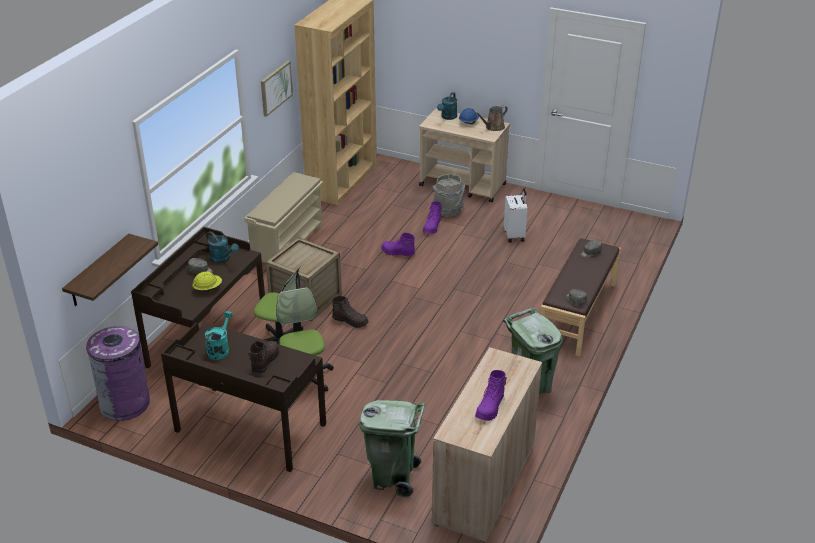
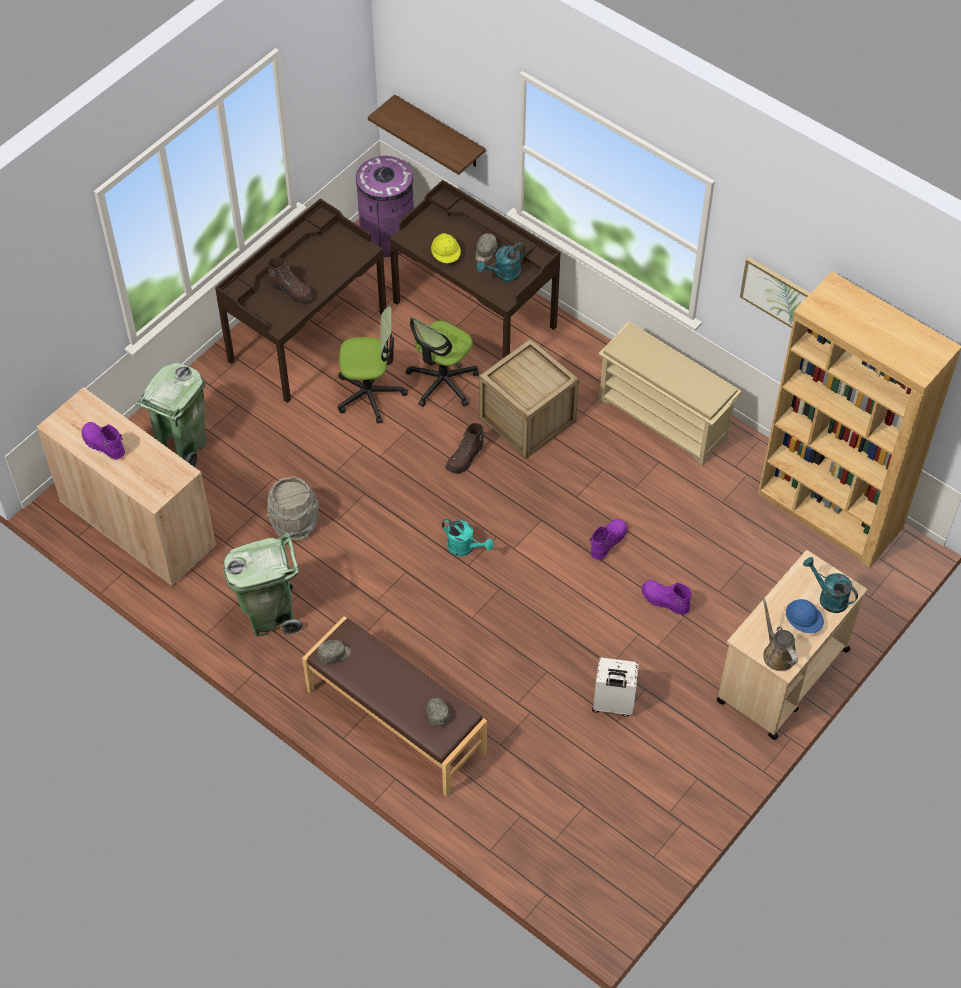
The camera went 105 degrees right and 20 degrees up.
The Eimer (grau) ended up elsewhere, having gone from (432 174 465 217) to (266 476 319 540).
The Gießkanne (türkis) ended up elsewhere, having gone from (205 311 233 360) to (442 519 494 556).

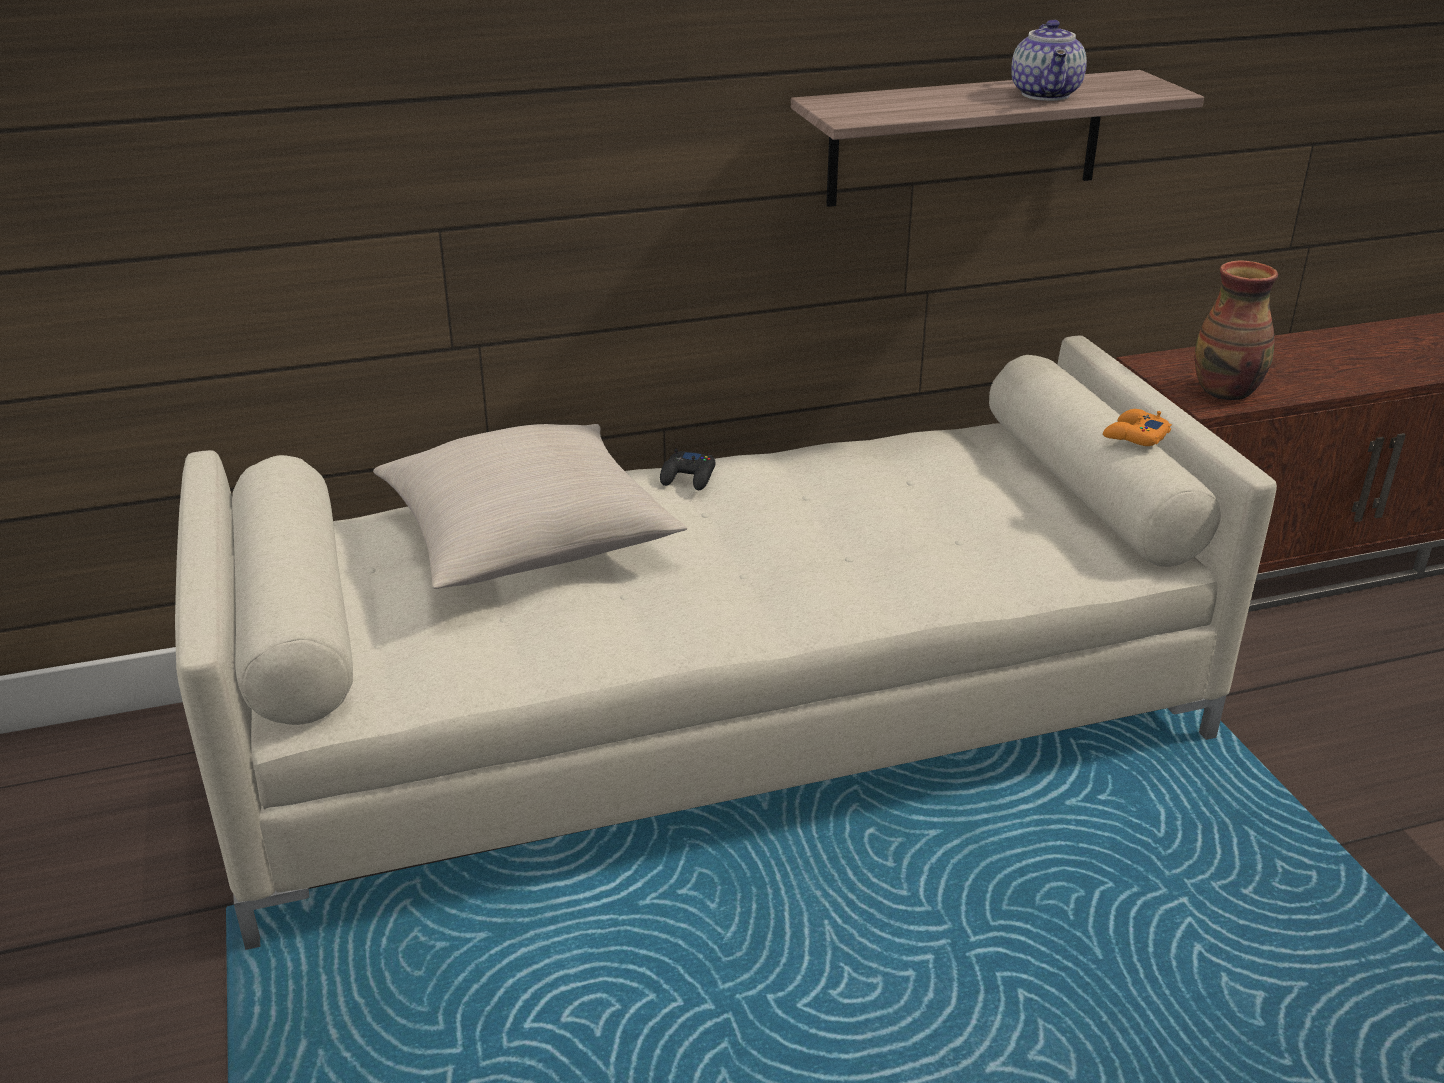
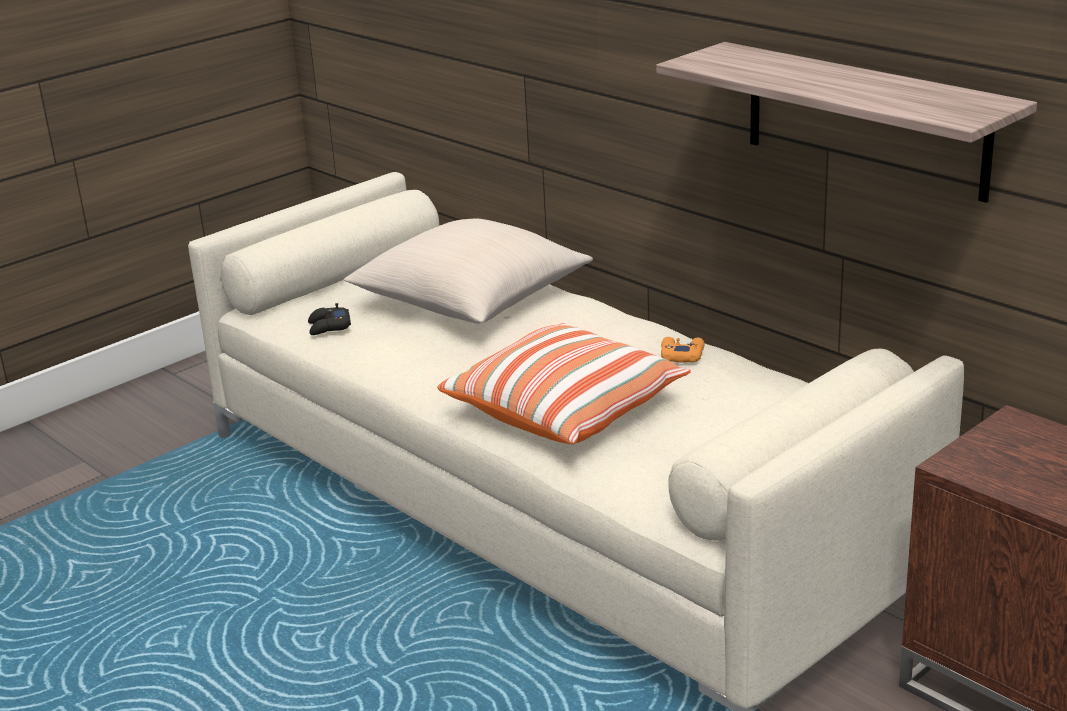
The camera went 65 degrees right and 5 degrees down.
The Gamepad (schwarz) ended up elsewhere, having gone from (660 448 715 490) to (308 303 351 335).
The second view gained the Kissen at (437 323 691 444).
The Gamepad (orange) ended up elsewhere, having gone from (1103 409 1172 446) to (661 337 705 363).
The second view lost the Teekanne at (1011 20 1087 101).
The second view lost the Vase at (1195 260 1278 400).

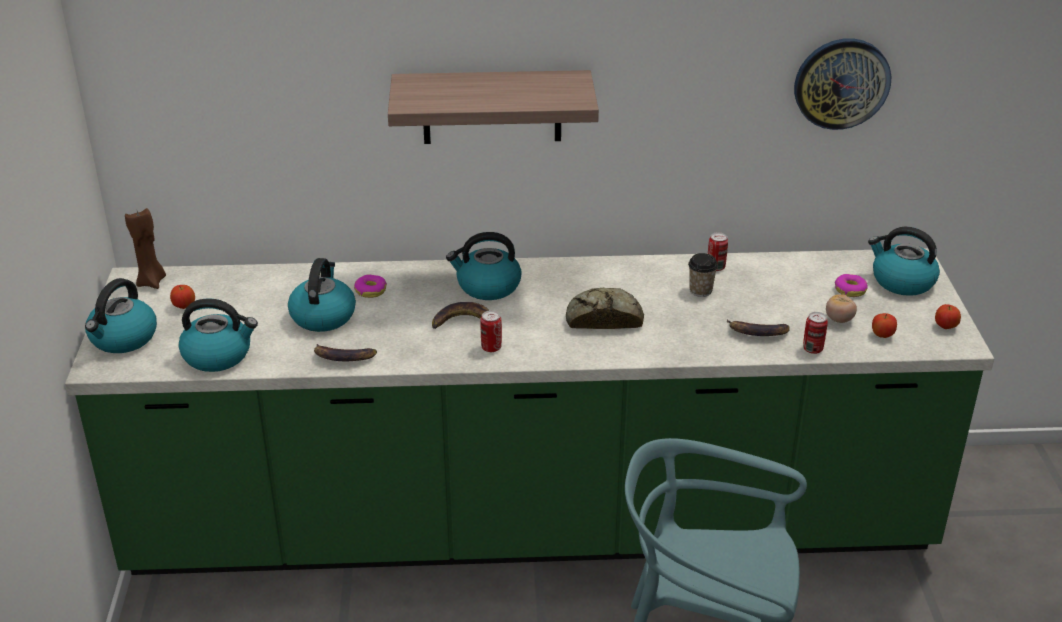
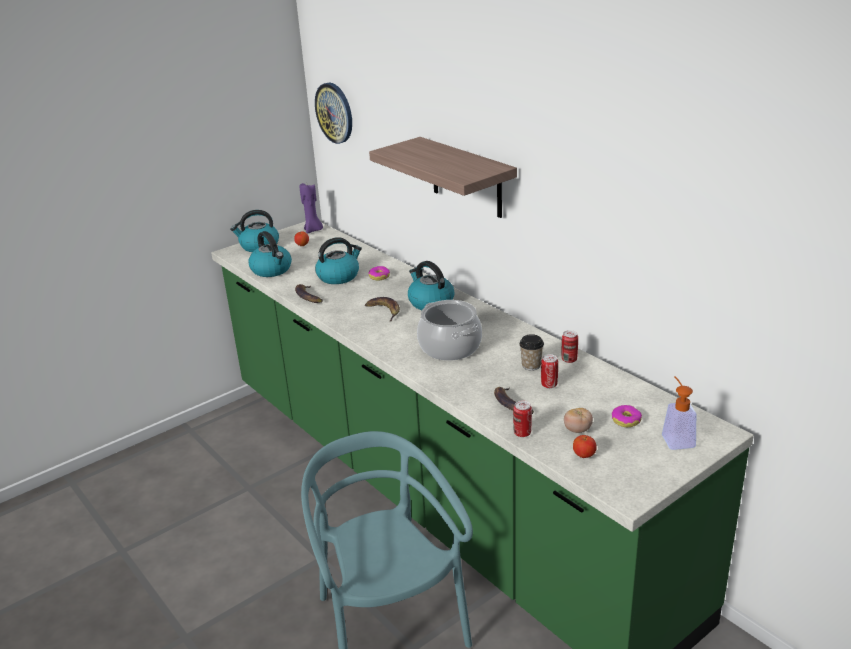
The camera went 55 degrees right and 5 degrees down.
What was the Kerze (braun) at (125 208 166 289) turned into the Kerze (lila) at (300 183 323 233).
The Wanduhr ended up elsewhere, having gone from (794 38 891 130) to (315 83 352 144).
Where the Brot stood at (566 288 644 329), the Kochtopf came to stand at (417 300 482 361).
The Dose ended up elsewhere, having gone from (480 310 502 352) to (541 354 558 388).
Where the Wasserkessel stood at (868 227 940 296), the Seifenspender came to stand at (662 376 696 450).
The second view lost the Apfel at (935 304 961 329).

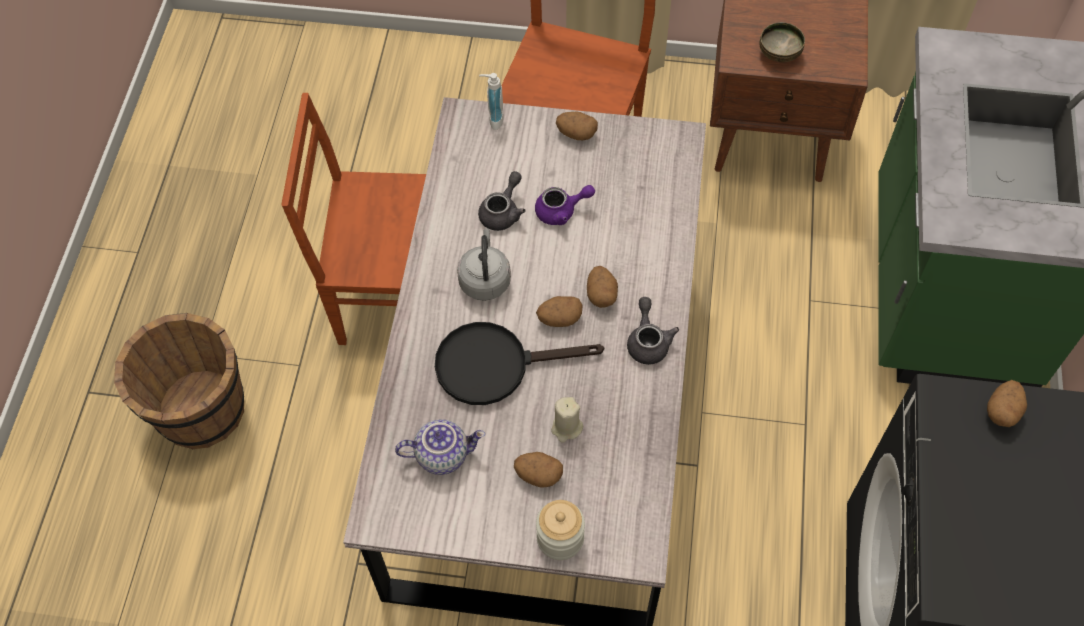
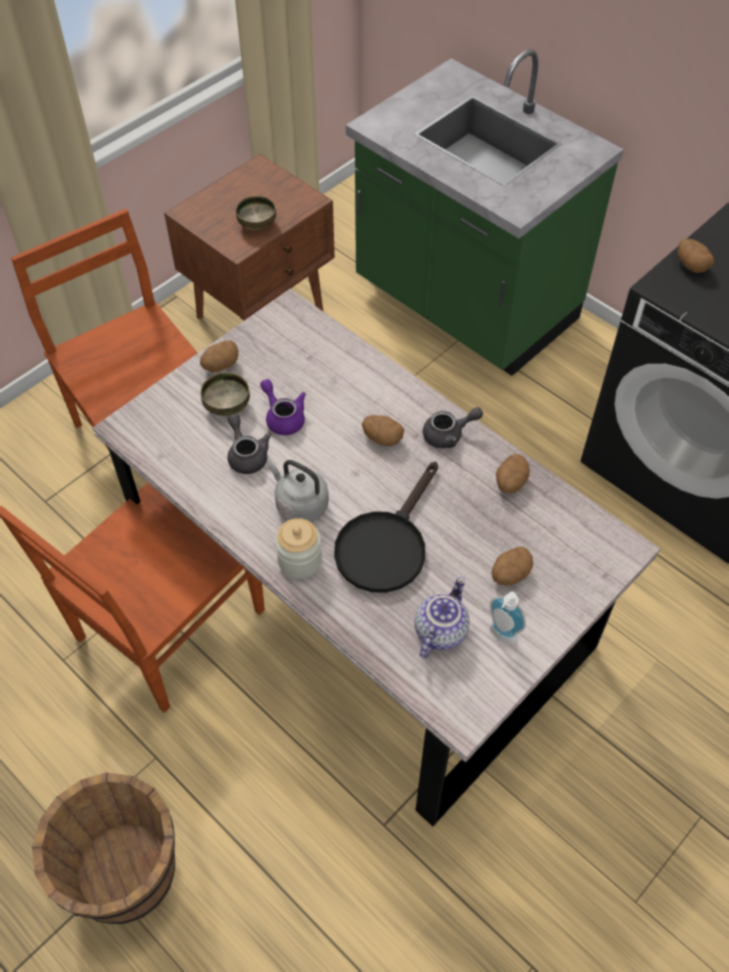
The camera went 55 degrees left and 5 degrees down.
The second view gained the Schüssel at (200 372 250 416).
The Teekanne (lila) at (535 185 595 225) ended up facing another way, 60 degrees counterclockwise from before.
The Vorratsglas ended up elsewhere, having gone from (536 500 585 560) to (275 518 322 579).
The Teekanne (grau) at (627 297 679 365) ended up facing another way, 135 degrees clockwise from before.
The Seifenspender ended up elsewhere, having gone from (479 73 504 130) to (489 591 526 644).
The Kartoffel ended up elsewhere, having gone from (536 296 583 327) to (496 454 530 494).
The second view lost the Kerze (beige) at (551 397 583 443).

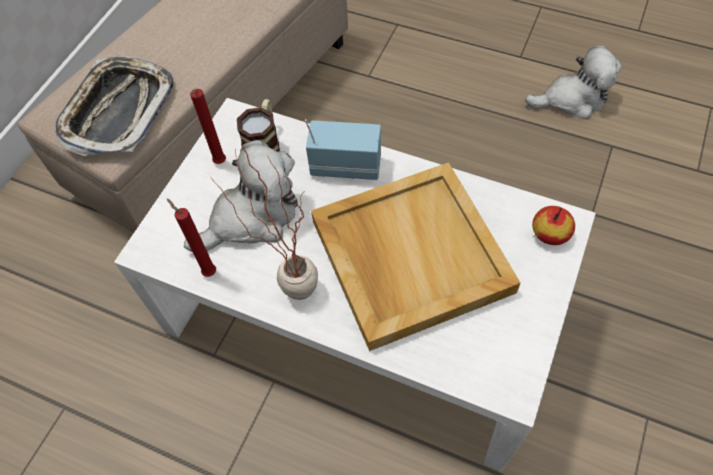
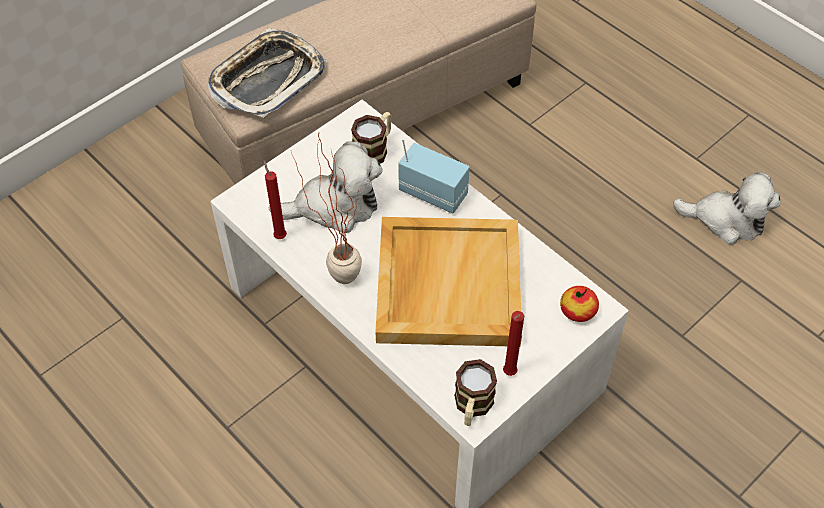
The camera went 20 degrees right and 5 degrees down.
The second view gained the Henkelbecher at (454 359 497 426).
The Kerze (rot) ended up elsewhere, having gone from (190 89 226 164) to (503 311 524 376).

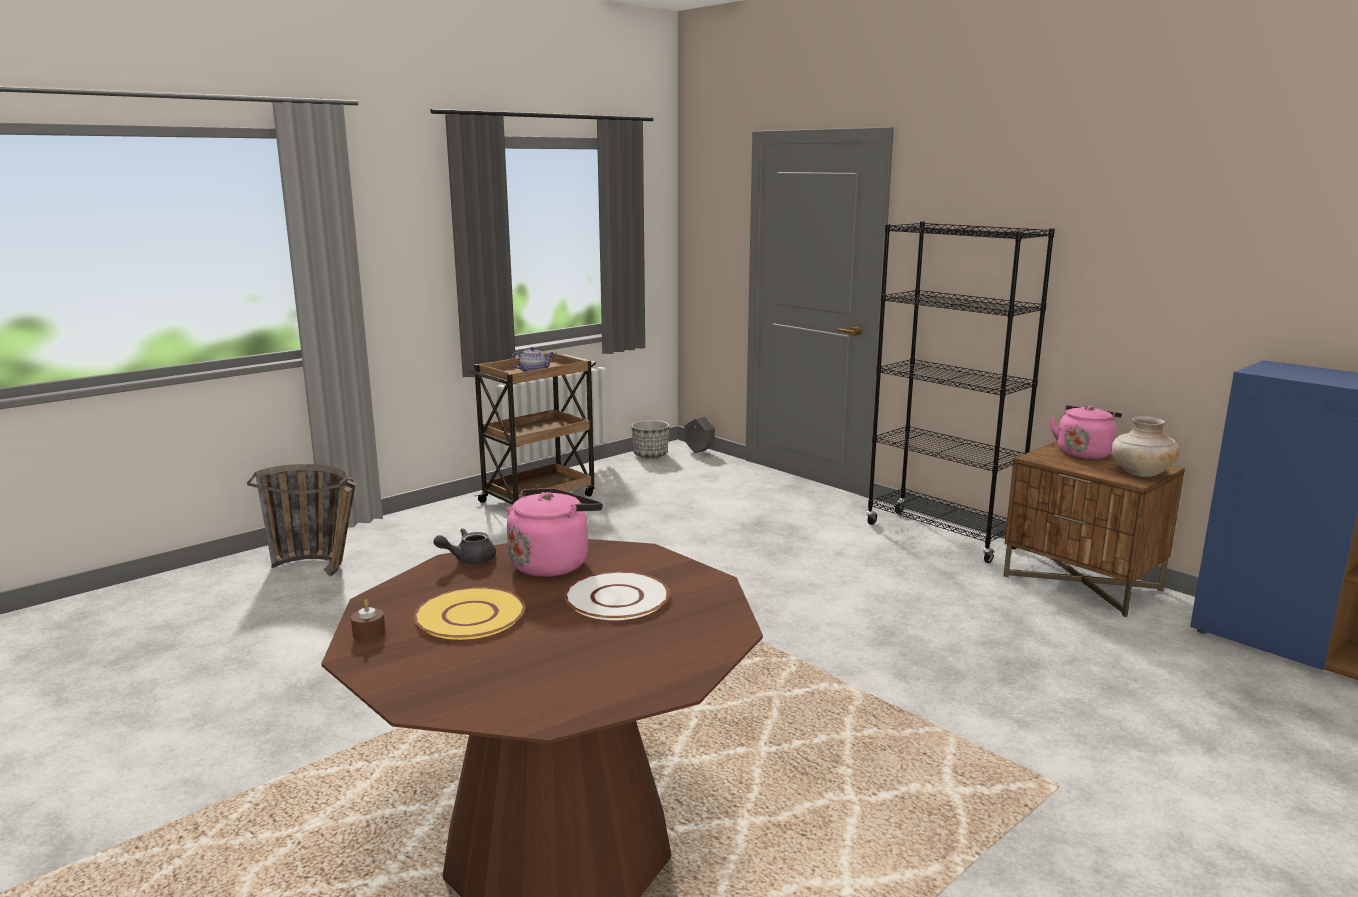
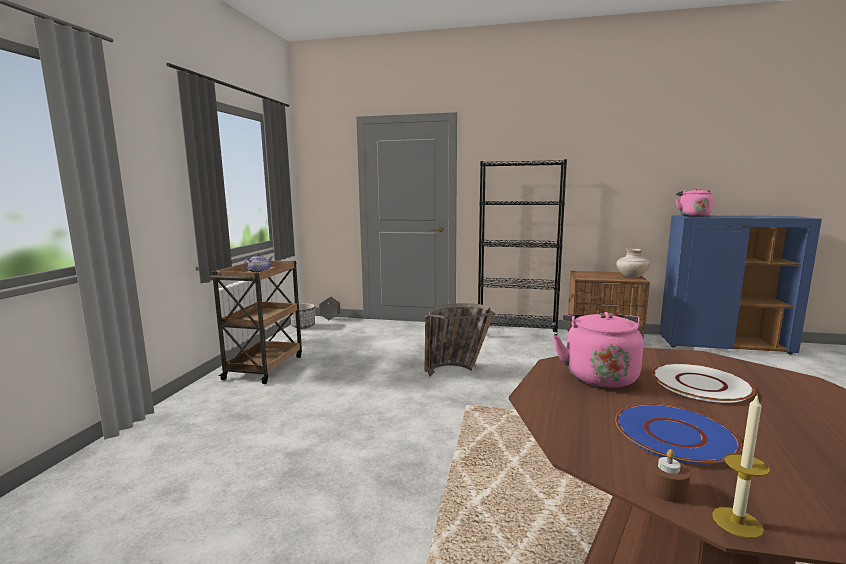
The camera went 35 degrees left and 5 degrees down.
The Korb ended up elsewhere, having gone from (247 464 356 577) to (425 303 495 377).
What was the Teller (gelb) at (414 587 525 640) turned into the Teller (blau) at (615 404 742 465).
The Wasserkessel (rosa) ended up elsewhere, having gone from (1049 405 1122 459) to (675 188 713 217).
The second view gained the Kerze at (712 394 770 539).
The second view lost the Teekanne (grau) at (433 528 496 564).

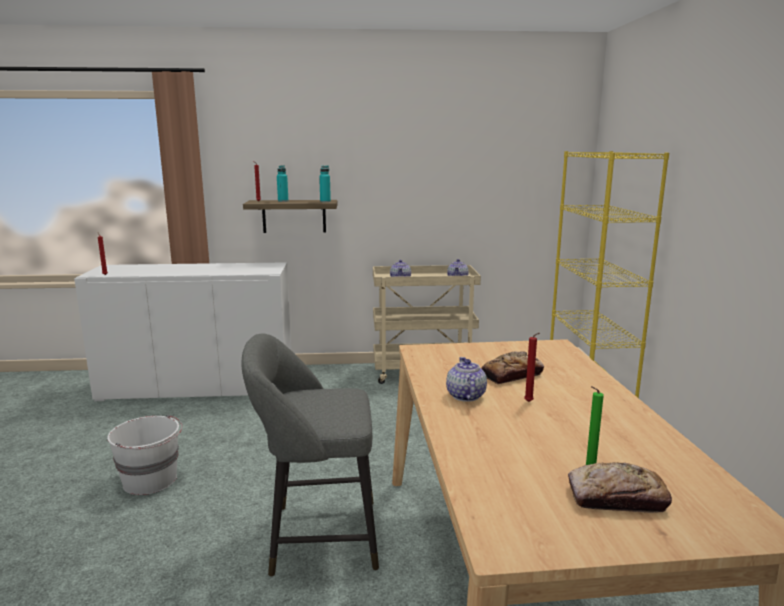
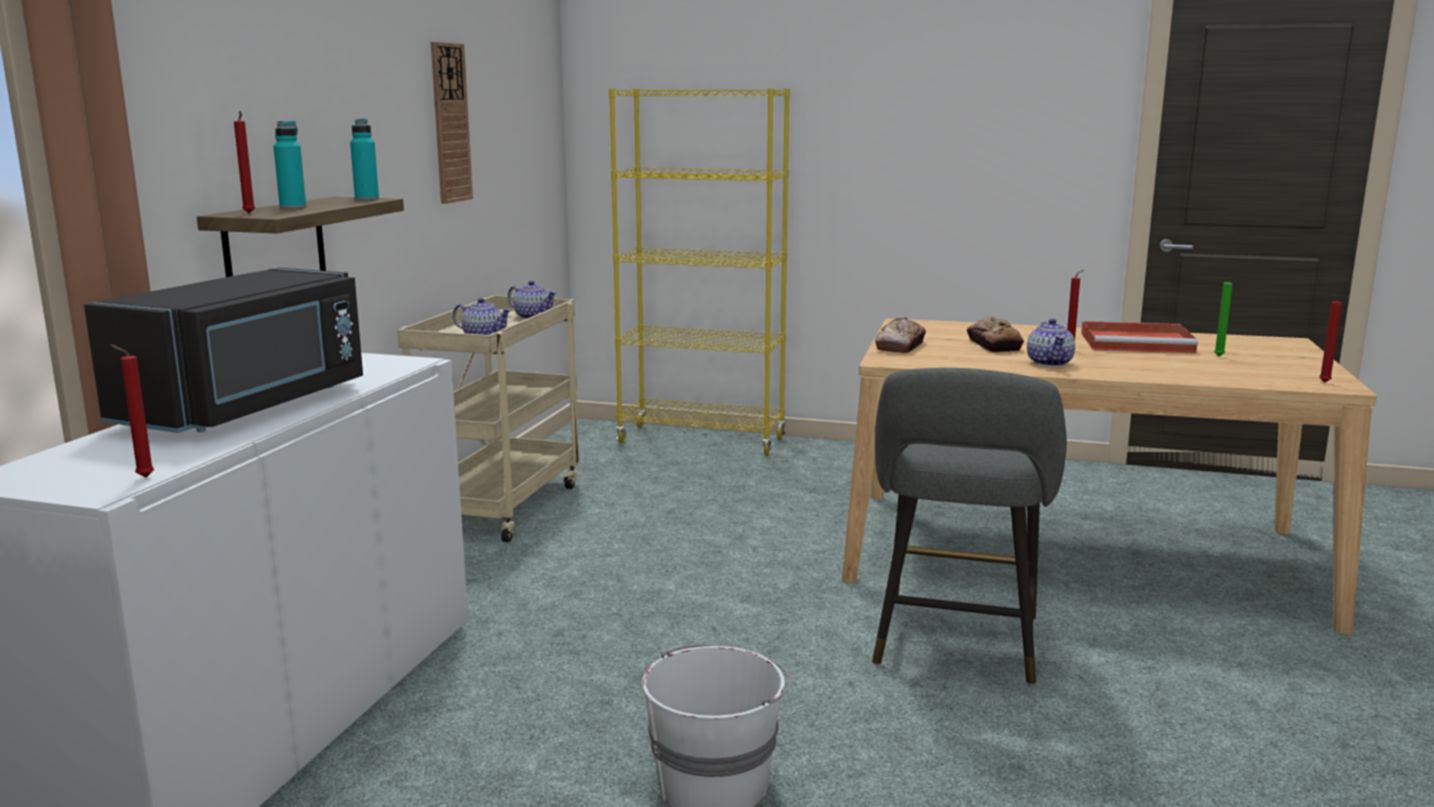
The camera went 70 degrees left and 0 degrees up.
The second view gained the Mikrowelle (schwarz) at (84 267 363 433).
The second view gained the Wanduhr at (431 42 473 204).
The Brot ended up elsewhere, having gone from (568 462 672 513) to (875 317 926 353).
The Teekanne at (446 357 487 402) ended up facing another way, 105 degrees counterclockwise from before.
The second view gained the Tablett (rot) at (1081 321 1198 354).
The second view gained the Kerze (rot) at (1319 294 1342 382).

